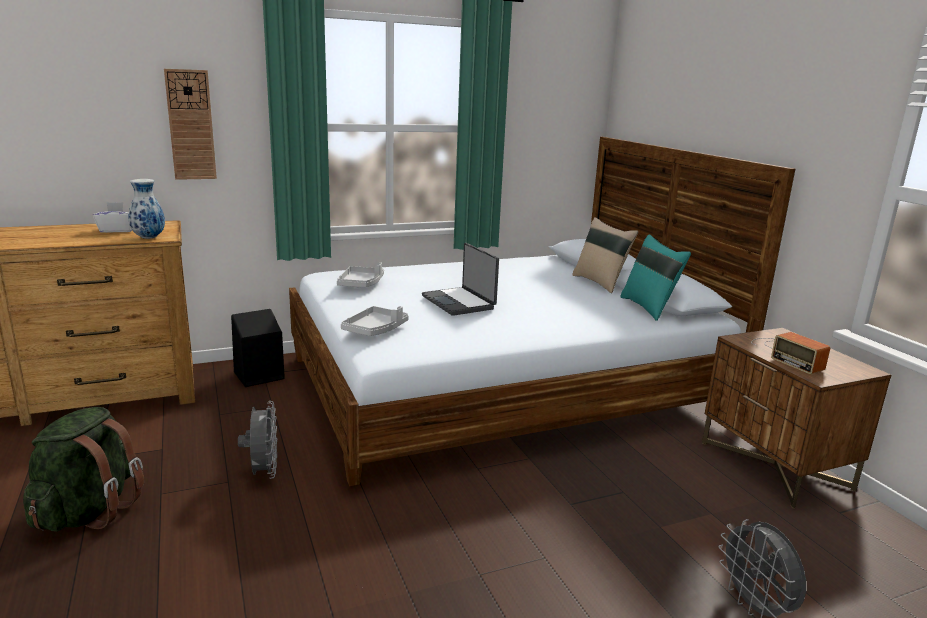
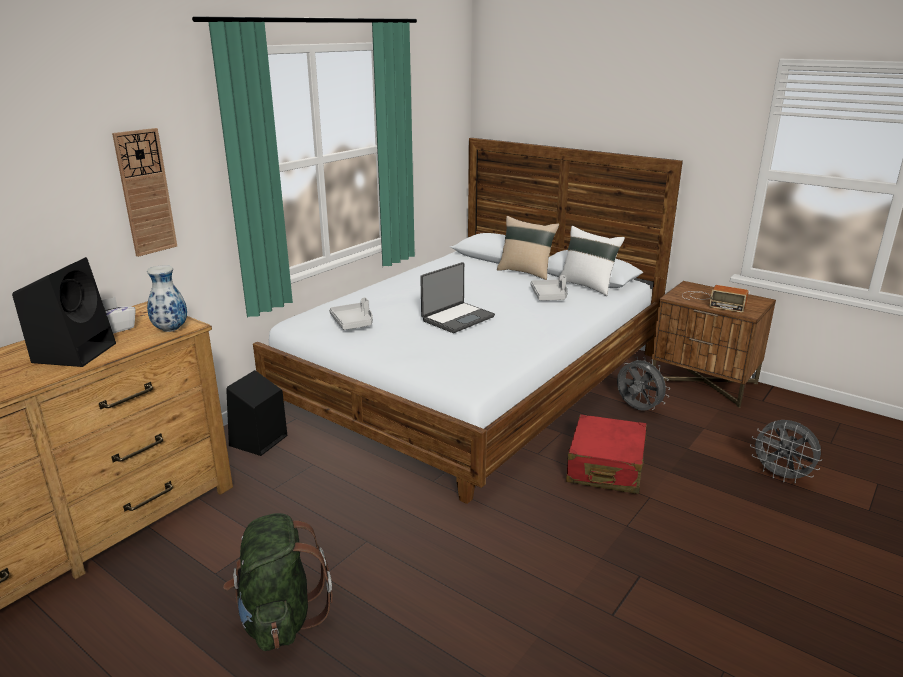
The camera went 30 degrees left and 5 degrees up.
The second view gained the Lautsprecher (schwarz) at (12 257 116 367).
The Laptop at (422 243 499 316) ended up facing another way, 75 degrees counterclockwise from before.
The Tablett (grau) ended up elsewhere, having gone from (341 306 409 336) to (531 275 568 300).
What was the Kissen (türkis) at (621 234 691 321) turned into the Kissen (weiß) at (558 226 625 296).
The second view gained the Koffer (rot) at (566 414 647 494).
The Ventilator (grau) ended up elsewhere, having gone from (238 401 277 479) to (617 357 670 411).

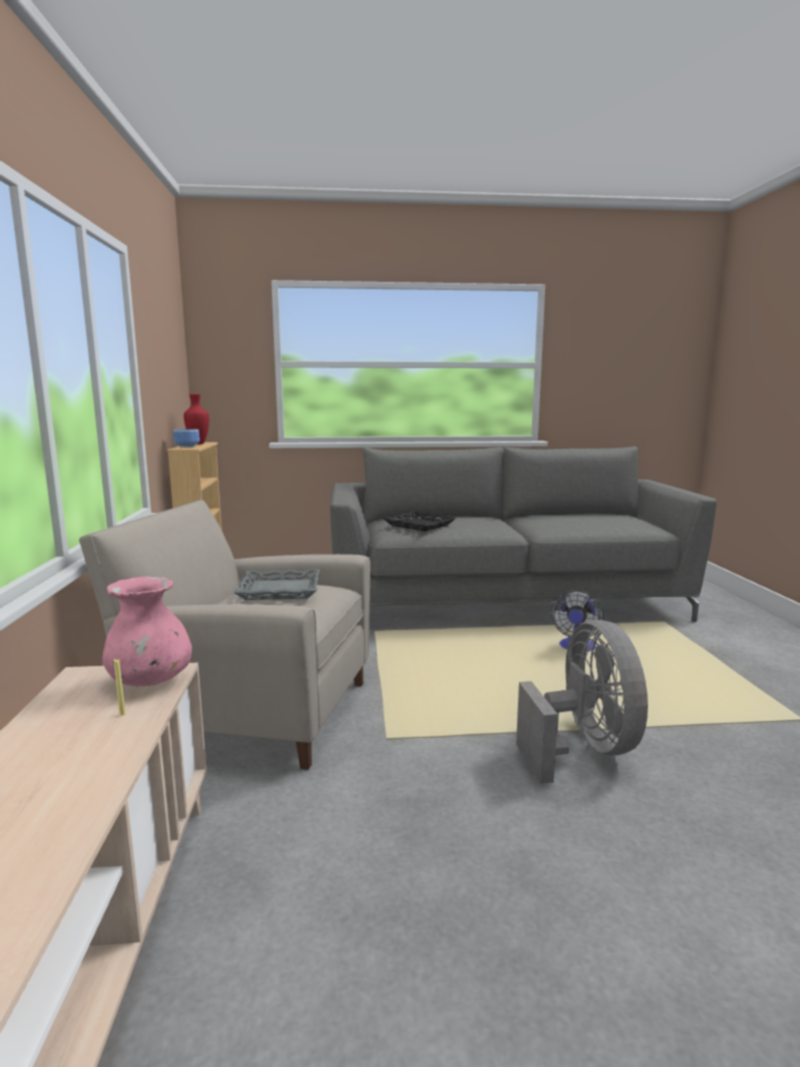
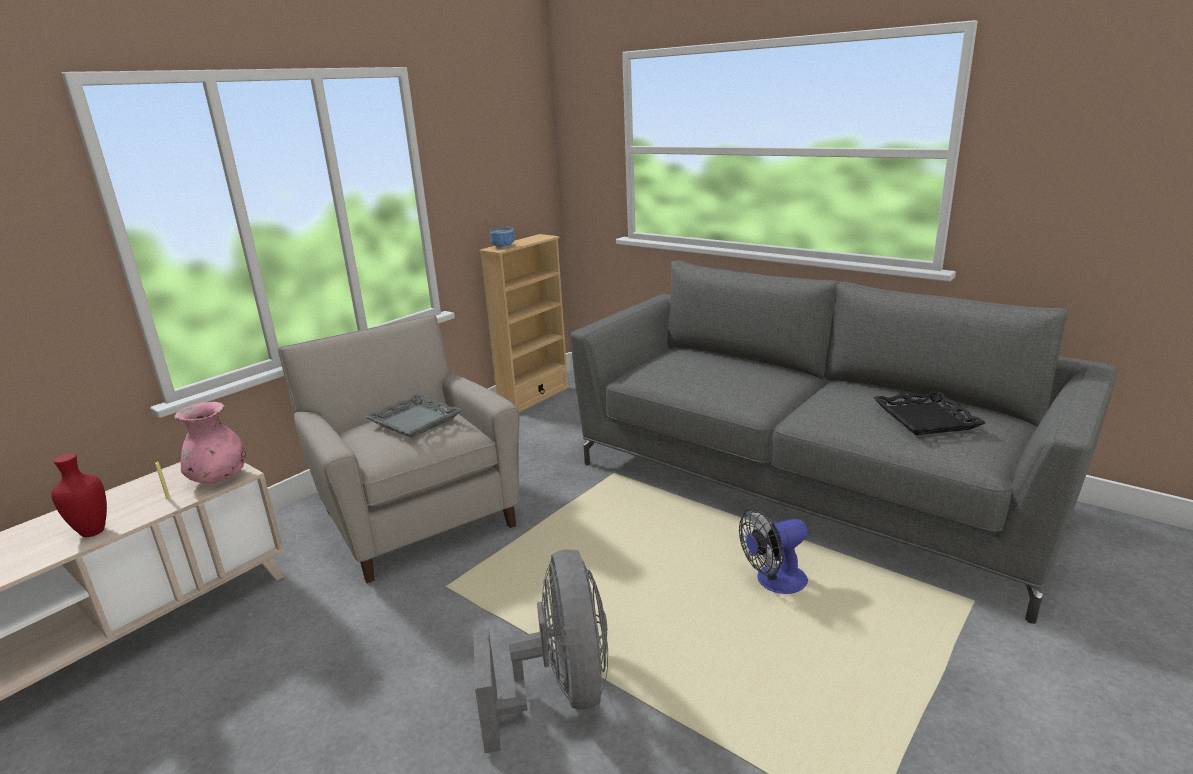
The camera went 45 degrees right and 10 degrees up.
The Vase (rot) ended up elsewhere, having gone from (184 394 209 444) to (51 453 107 537).
The Ventilator (grau) at (516 620 648 784) ended up facing another way, 45 degrees counterclockwise from before.
The Tablett (schwarz) ended up elsewhere, having gone from (384 511 456 532) to (873 390 986 435).

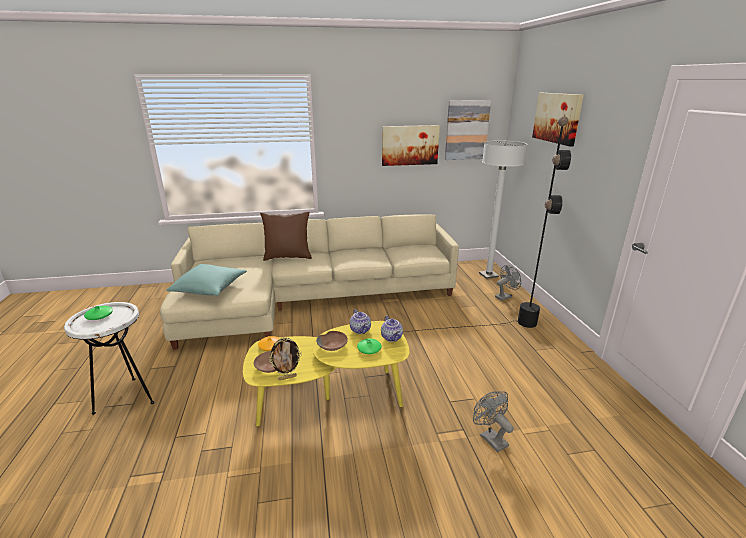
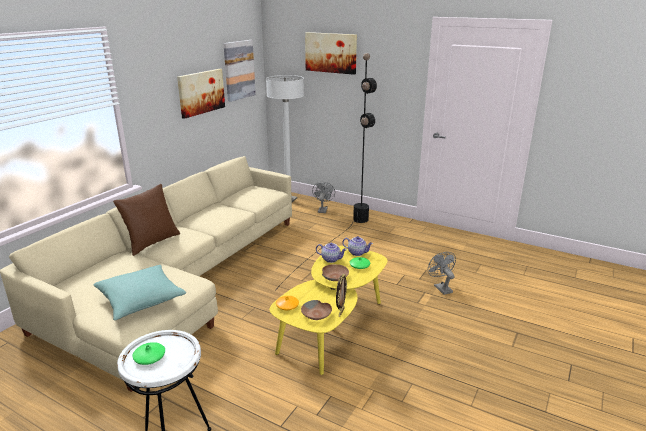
The camera went 50 degrees left and 0 degrees up.
The Ventilator (grau) at (473 391 513 452) ended up facing another way, 60 degrees clockwise from before.

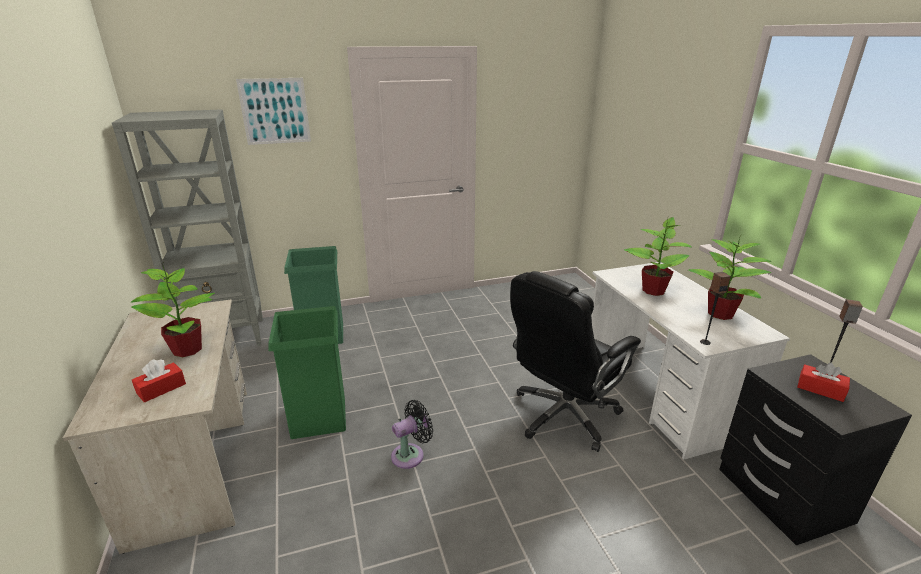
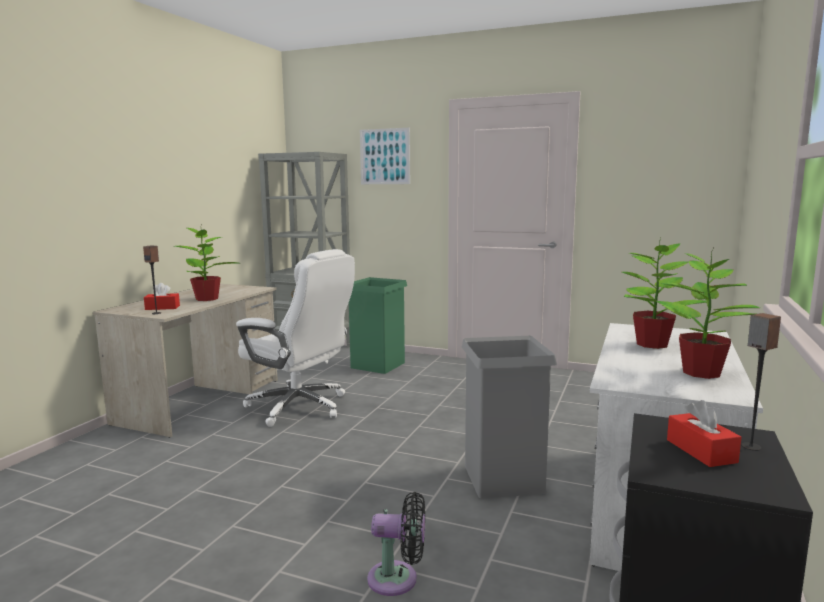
The camera went 40 degrees right and 15 degrees down.
The Lautsprecher ended up elsewhere, having gone from (700 272 731 345) to (143 246 161 314).
Where the Mülleimer (grün) stood at (268 306 346 439), the Bürostuhl (weiß) came to stand at (236 249 355 427).
The Ventilator (schwarz) ended up elsewhere, having gone from (391 400 433 469) to (367 492 425 596).
Where the Bürostuhl (schwarz) stood at (510 271 641 452), the Mülleimer (grau) came to stand at (462 336 557 498).

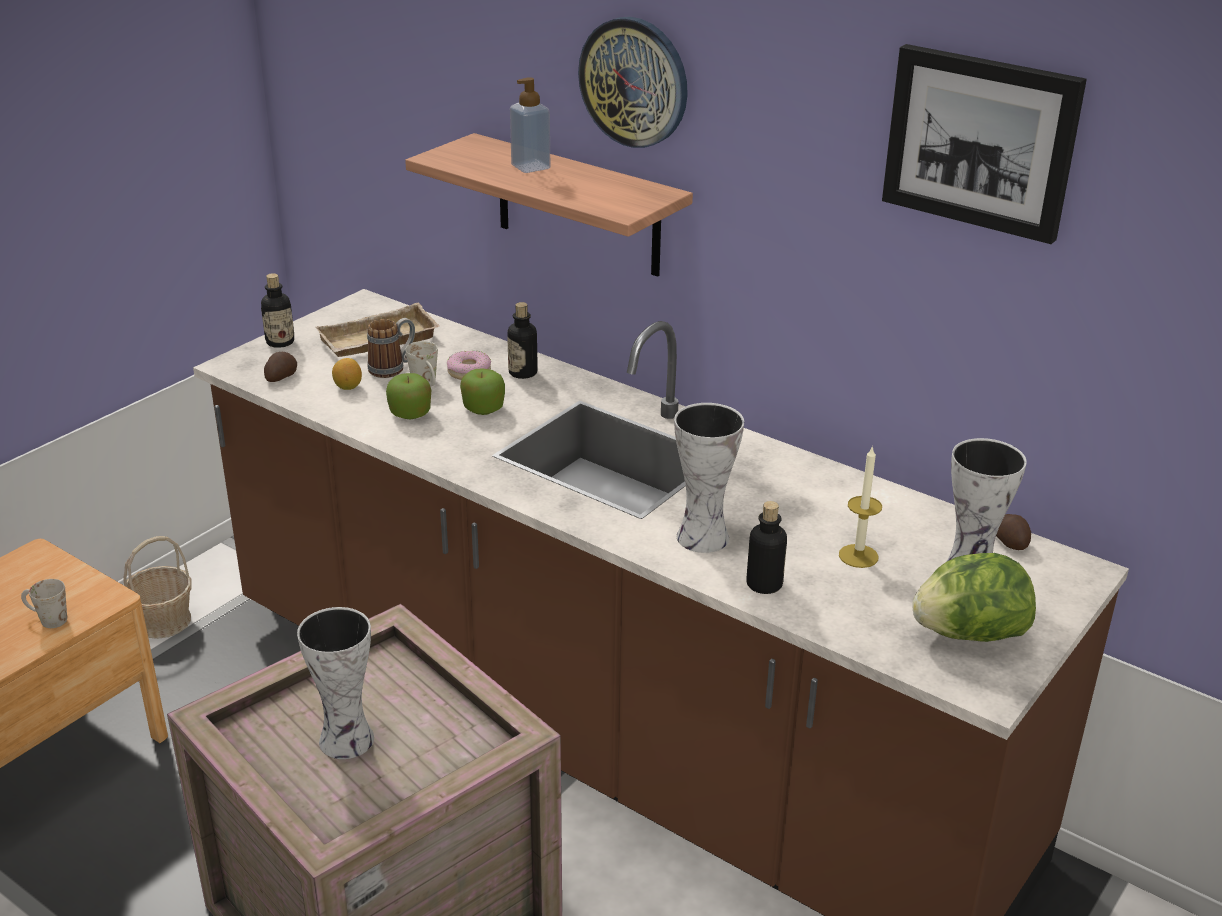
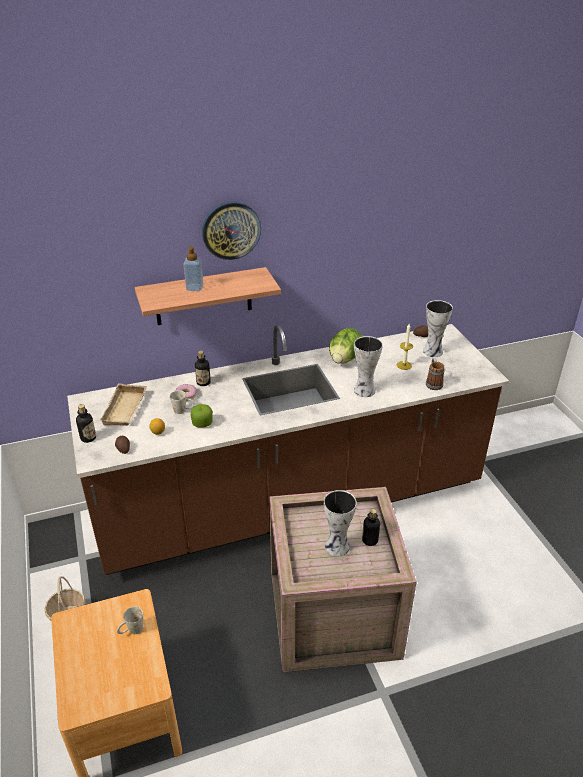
The camera went 55 degrees left and 5 degrees up.
The Salatkopf ended up elsewhere, having gone from (912 553 1036 642) to (329 328 363 364).
The Flasche ended up elsewhere, having gone from (746 501 787 594) to (362 509 380 546).
The Henkelbecher ended up elsewhere, having gone from (367 318 415 378) to (426 358 445 390).
The second view lost the Apfel at (460 368 505 415).
The second view lost the Bild at (882 44 1087 244).

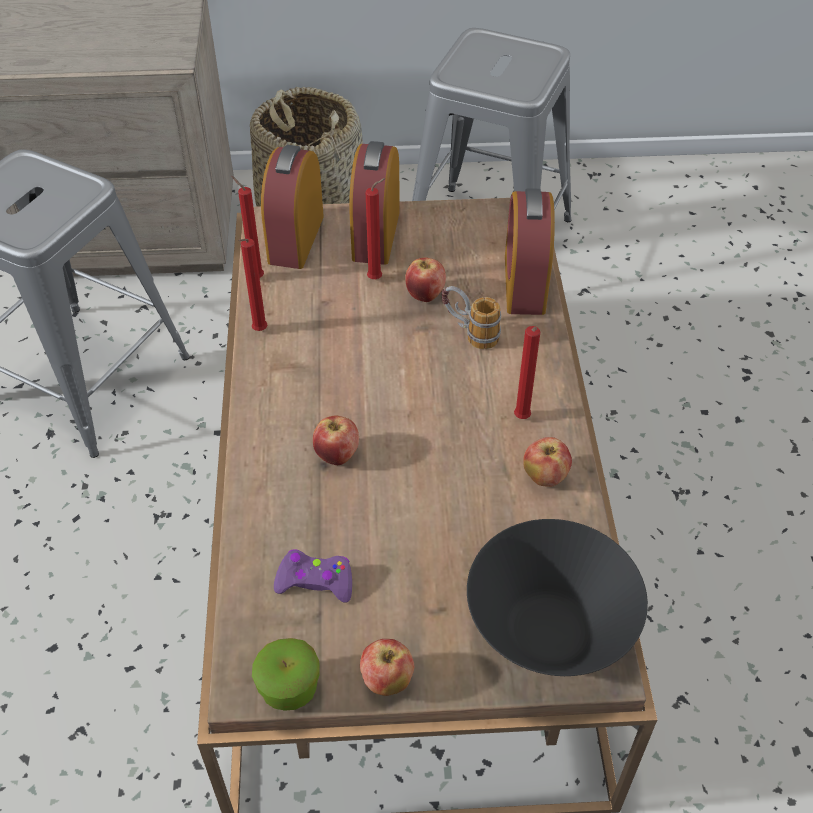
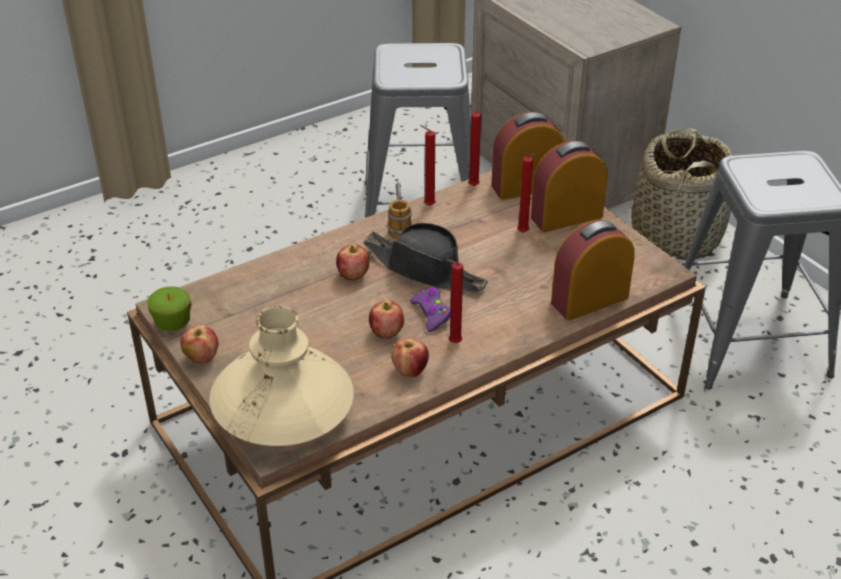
The camera went 60 degrees right and 10 degrees down.
Where the Schüssel (schwarz) stood at (467 519 648 676), the Vase (beige) came to stand at (209 306 354 446).
The second view gained the Hut (schwarz) at (363 223 488 292).
The Apfel ended up elsewhere, having gone from (405 257 446 302) to (369 300 404 339).
The Henkelbecher ended up elsewhere, having gone from (442 286 501 349) to (387 182 412 239).
The Gamepad (lila) ended up elsewhere, having gone from (274 549 352 603) to (410 288 451 332).

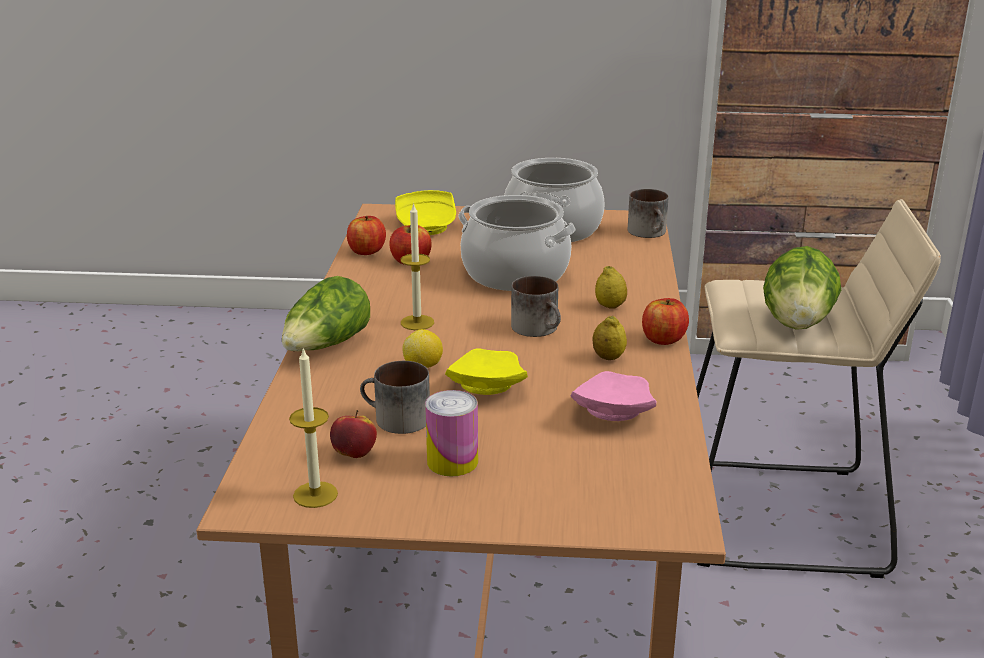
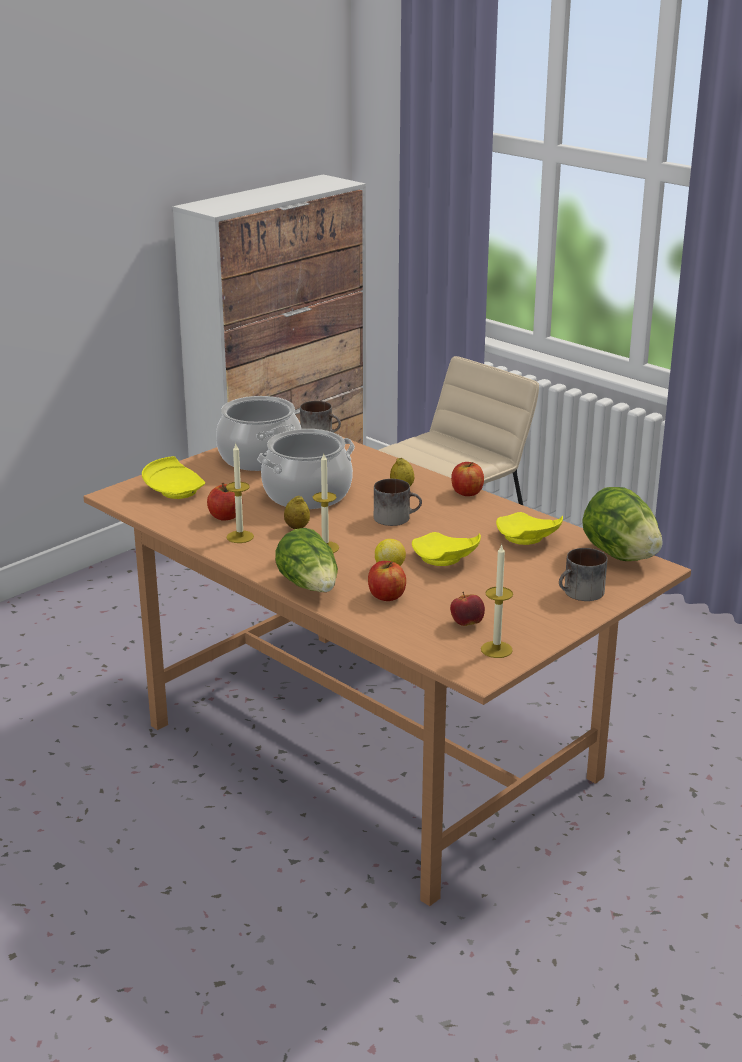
The camera went 50 degrees left and 0 degrees up.
The second view gained the Kerze at (226 444 254 543).
The Zitrone ended up elsewhere, having gone from (592 316 627 360) to (284 495 310 529).
The Apfel ended up elsewhere, having gone from (347 216 386 255) to (368 561 406 601).
What was the Teller (rosa) at (570 371 656 421) turned into the Teller (gelb) at (496 512 563 545).
The Henkelbecher ended up elsewhere, having gone from (360 361 430 434) to (559 548 607 601).
The Salatkopf ended up elsewhere, having gone from (763 246 841 330) to (582 487 662 561).
The second view lost the Dose at (425 390 478 476).

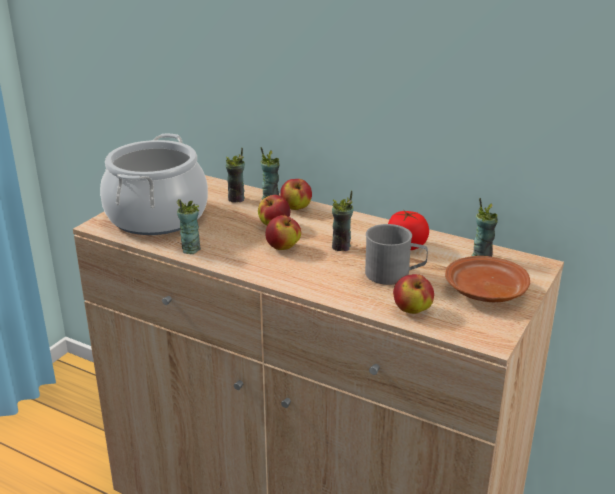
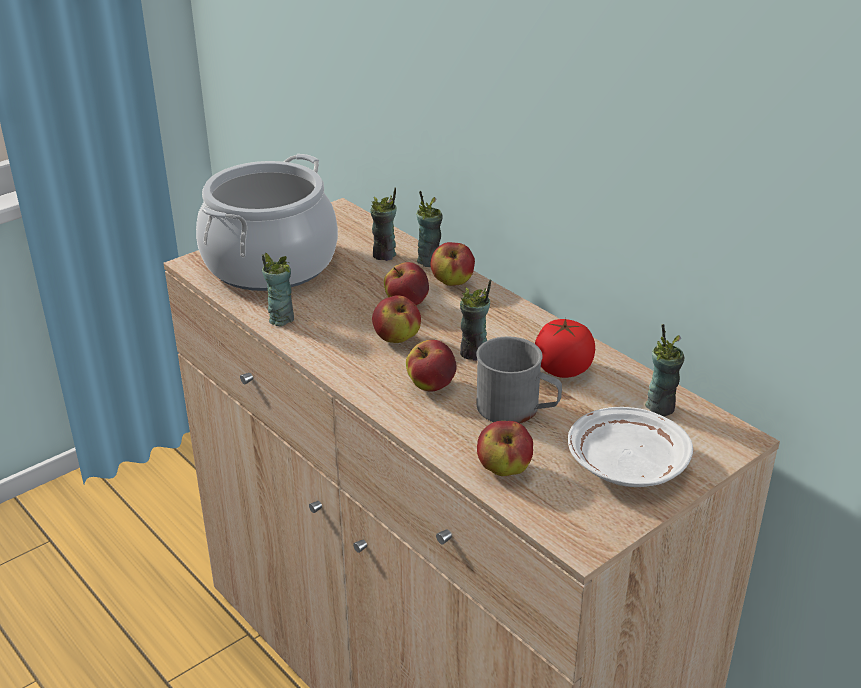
The camera went 20 degrees right and 5 degrees up.
The second view gained the Apfel at (406 340 457 391).
What was the Teller (braun) at (445 256 530 302) turned into the Teller (weiß) at (568 407 693 487).

